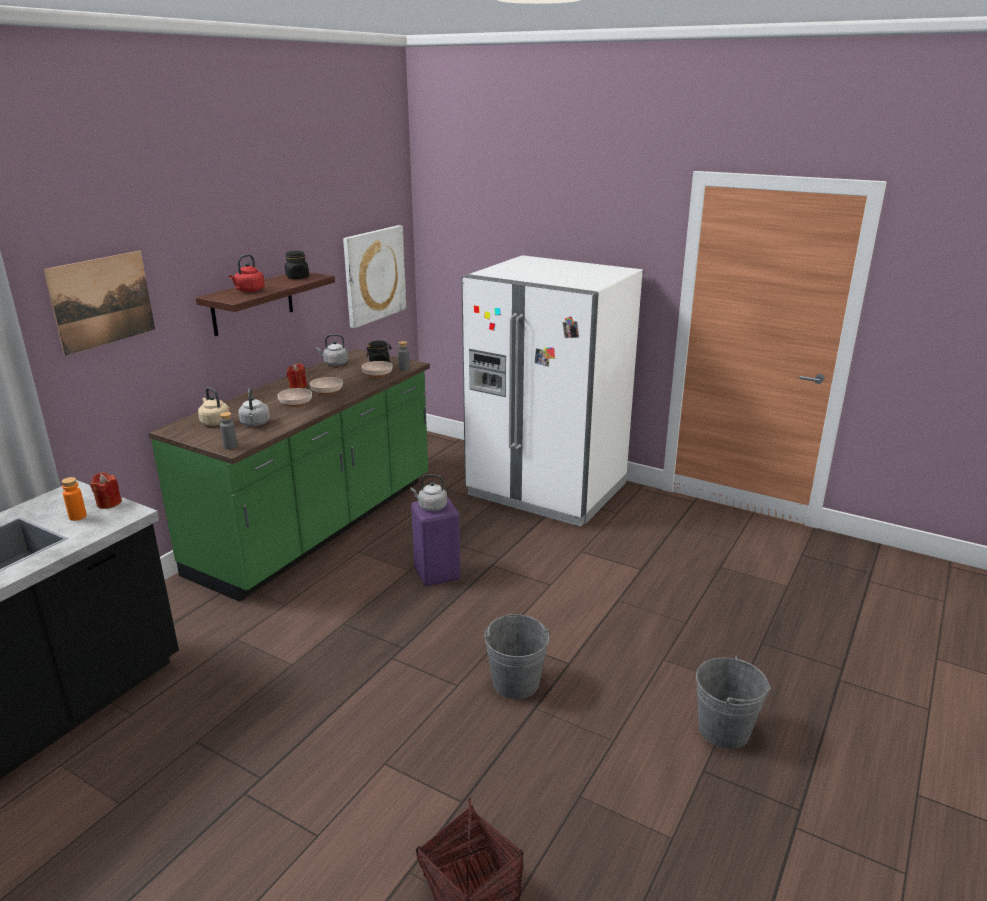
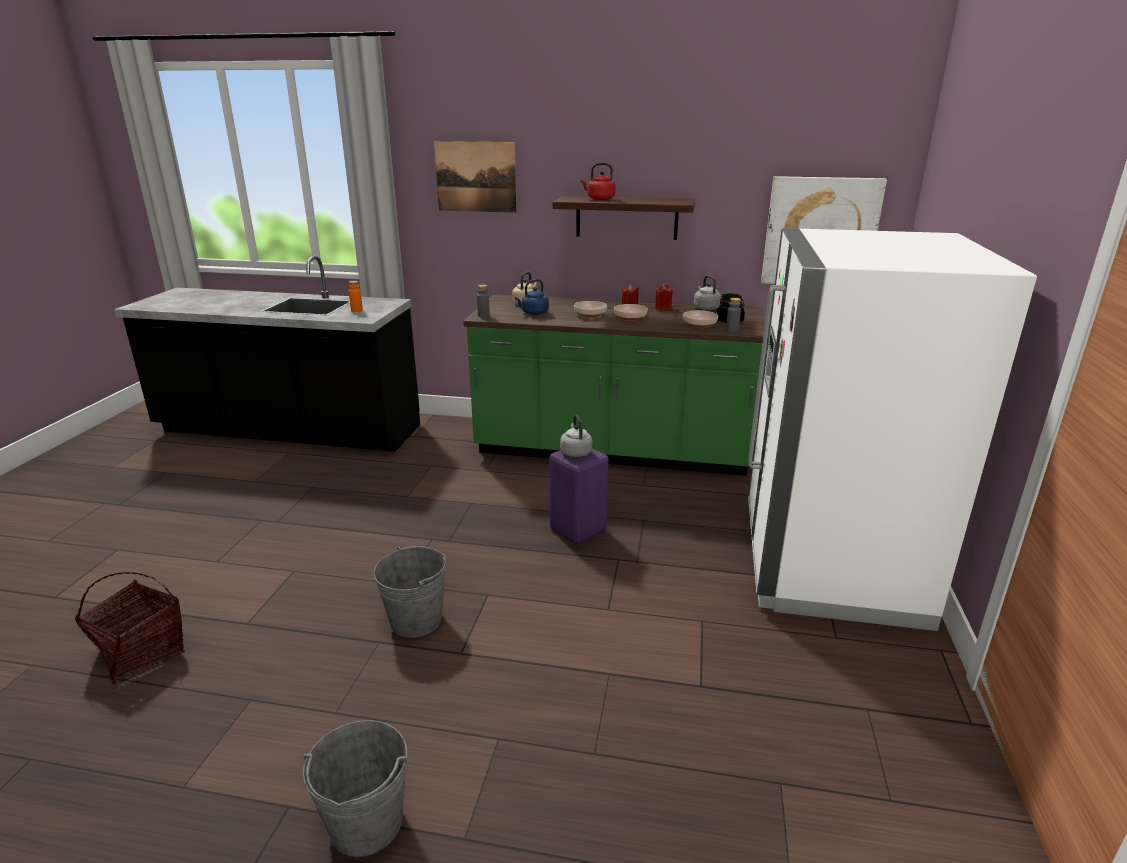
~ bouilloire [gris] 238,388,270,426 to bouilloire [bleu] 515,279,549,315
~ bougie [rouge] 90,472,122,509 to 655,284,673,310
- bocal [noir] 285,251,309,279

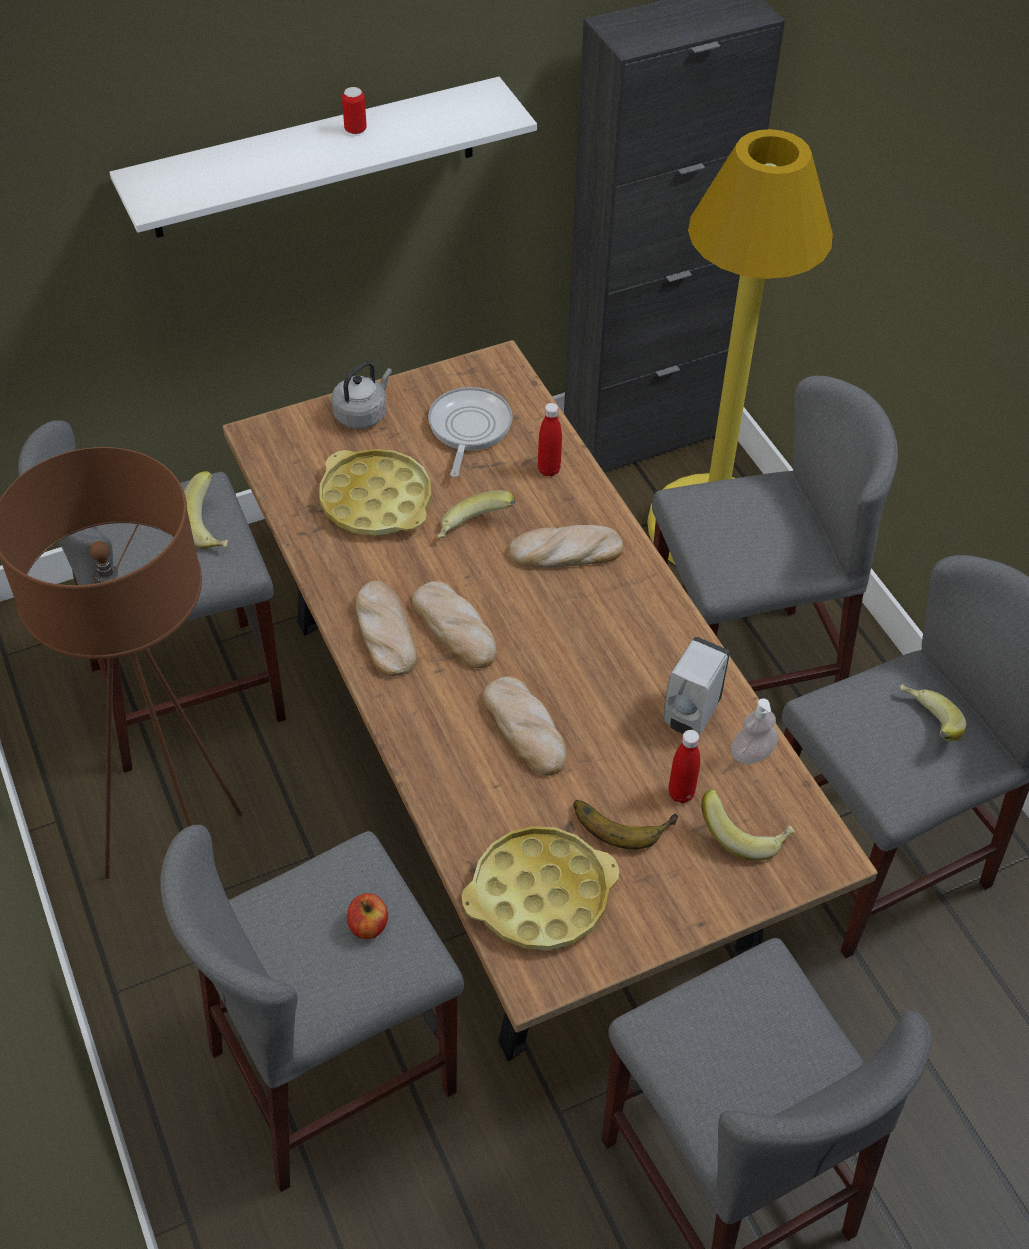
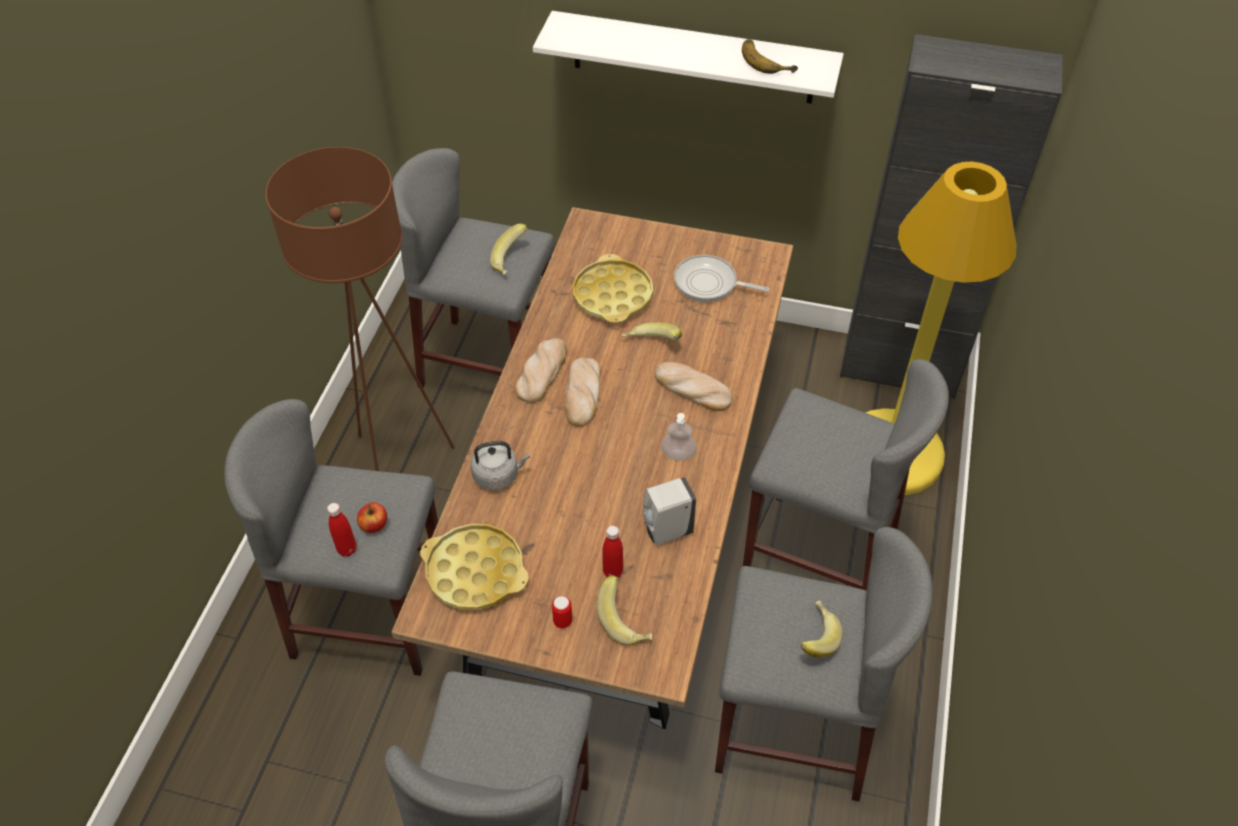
~ bouteille [rouge] 538,403,562,477 to 327,503,356,556
~ bouilloire [gris] 332,361,392,429 to 471,441,530,490
~ boîte métallique 342,87,367,134 to 552,596,572,628
~ distributeur de savon 731,698,778,764 to 661,413,697,461
~ poêle 428,387,512,477 = 674,255,769,302 120 degrees counterclockwise
~ banane 574,800,678,849 to 742,39,798,74
- pain 483,676,567,776

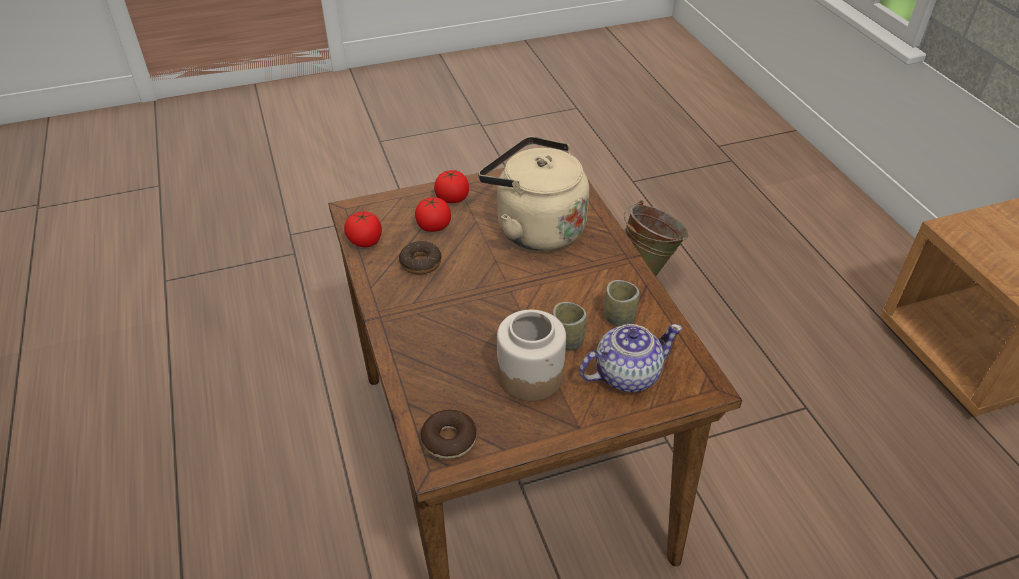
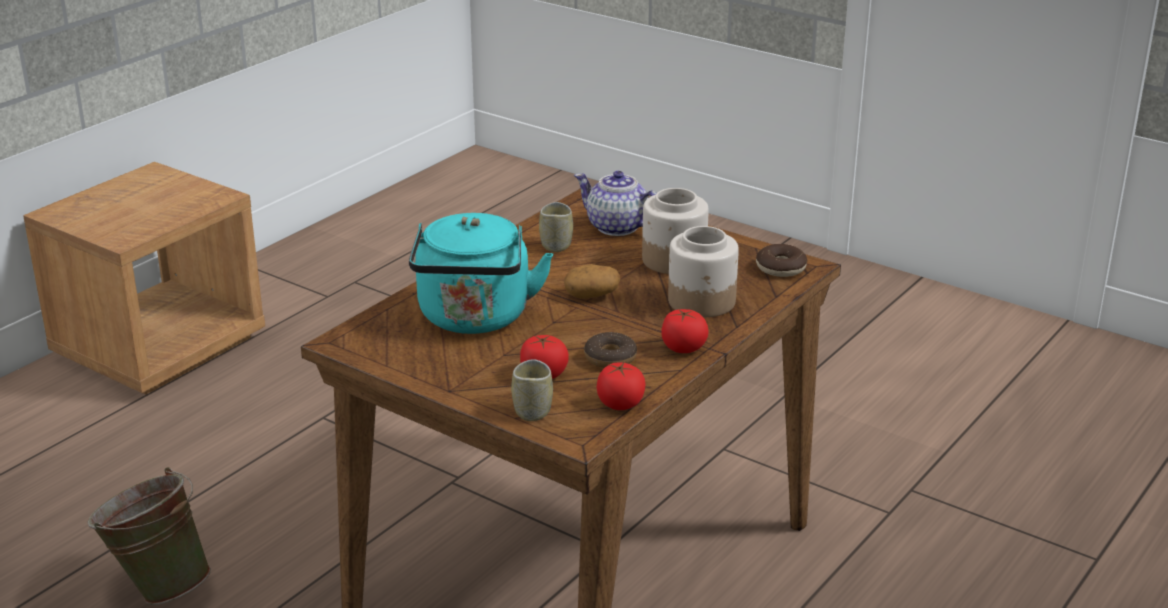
~ bouilloire [beige] 478,136,589,251 to bouilloire [turquoise] 409,213,553,334
~ tasse 552,302,587,350 to 511,359,553,421
+ pomme de terre 564,264,620,299
~ tomate 434,170,469,203 to 661,309,709,353
+ bocal 668,226,739,317

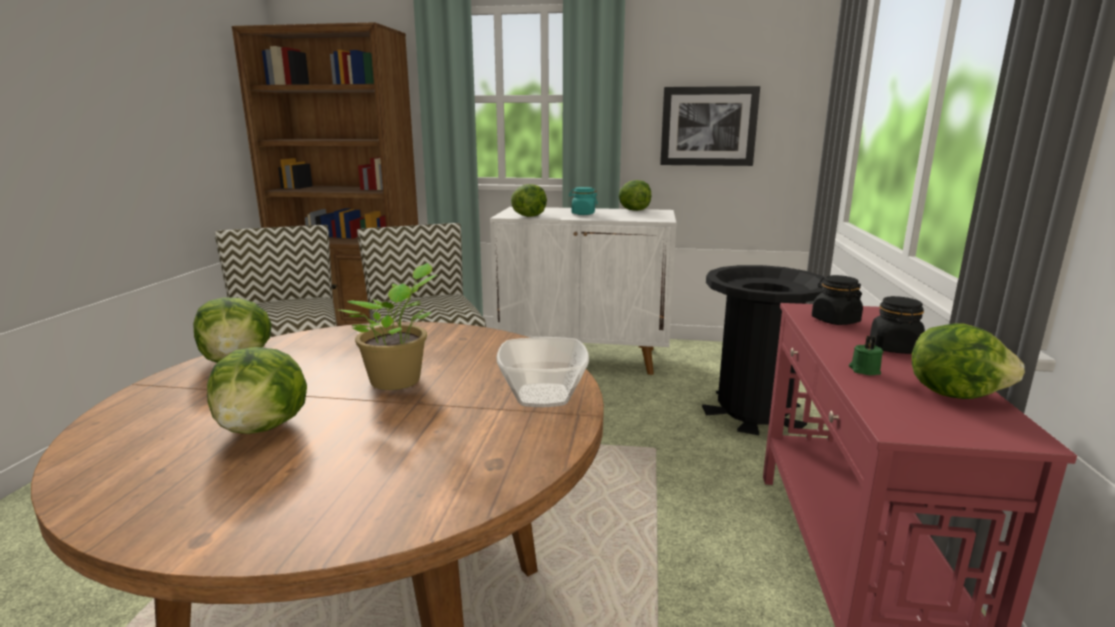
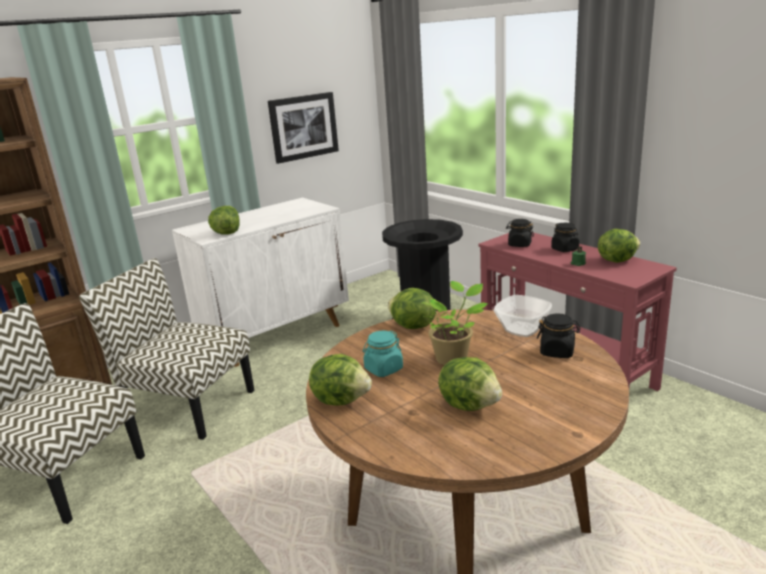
~ bocal [turquoise] 569,187,598,215 to 363,331,403,377
~ laitue 619,180,651,211 to 388,288,436,329
+ bocal [noir] 537,313,581,358

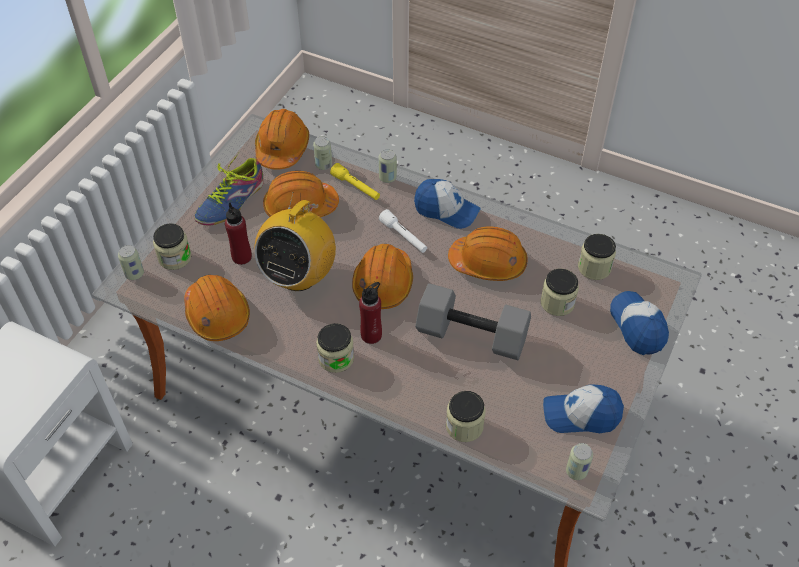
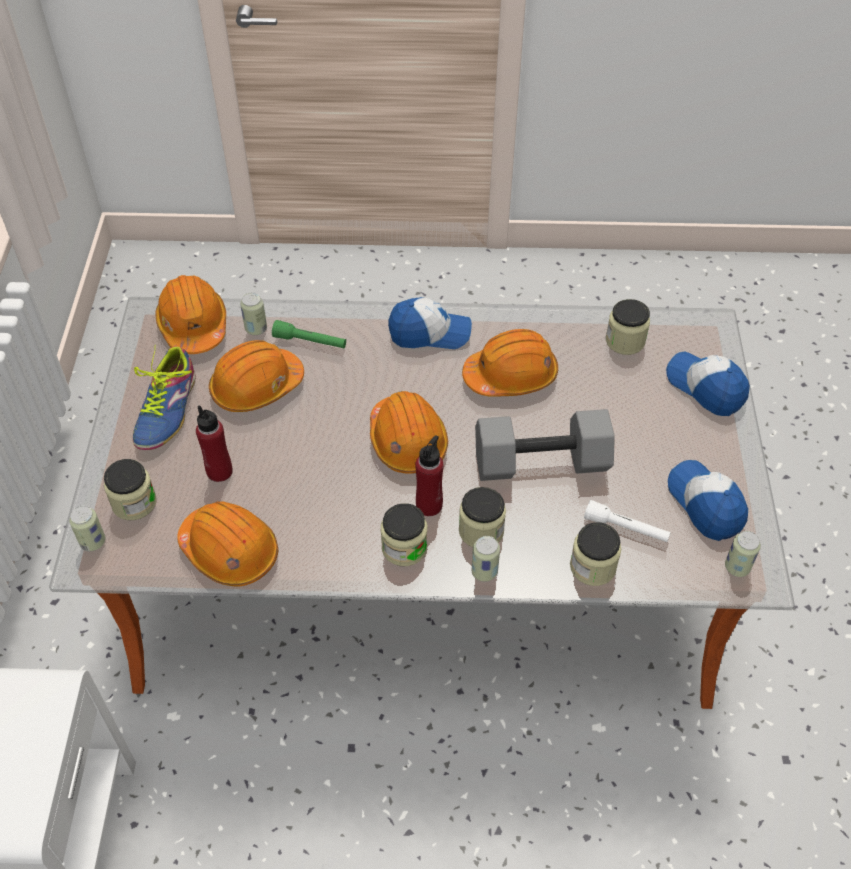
~ lampe de poche [jaune] 330,163,380,200 to lampe de poche [vert] 272,320,346,348
~ bocal 540,269,579,316 to 459,487,506,547
~ boîte métallique 378,149,397,183 to 471,536,500,582
~ lampe de poche [blanc] 379,209,427,253 to 584,500,671,542
~ casquette 543,384,624,433 = 668,460,748,541 90 degrees clockwise
- radio 254,192,336,291

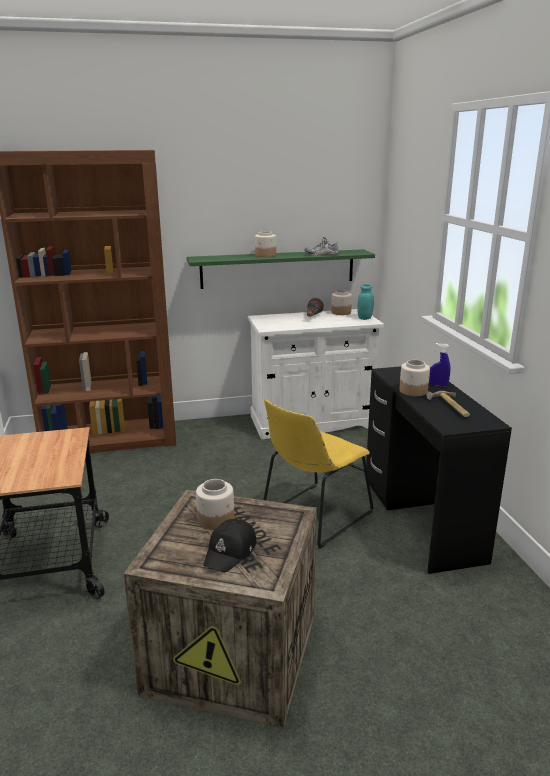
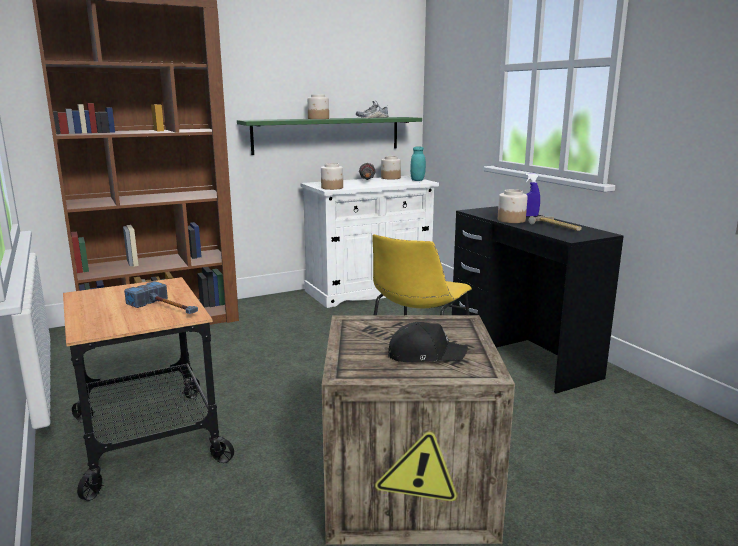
+ marteau 124,281,198,314
~ bocal 196,479,234,530 to 321,163,343,190
~ casquette [noir] 203,519,257,573 = 388,322,468,362 105 degrees counterclockwise

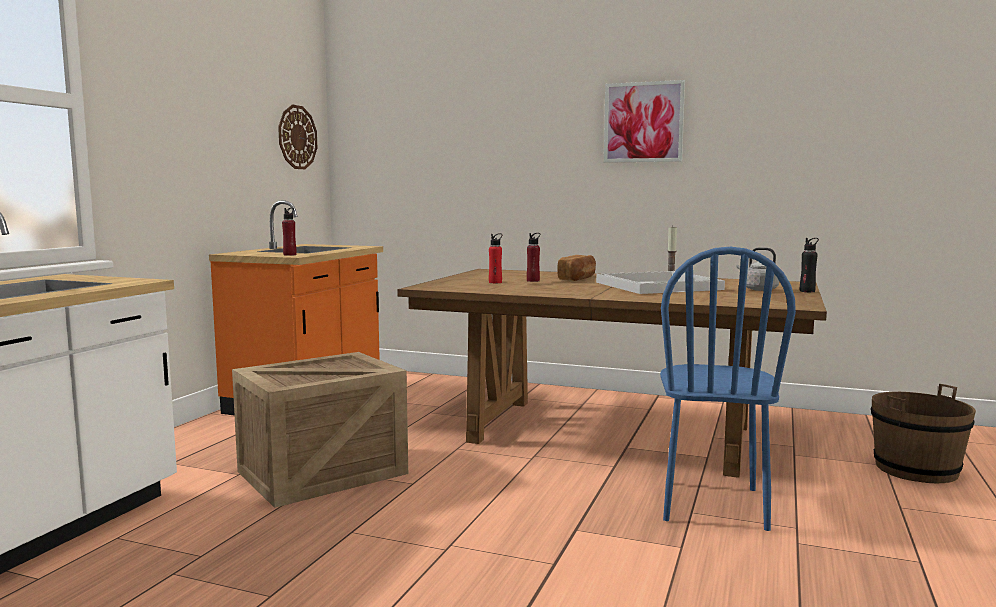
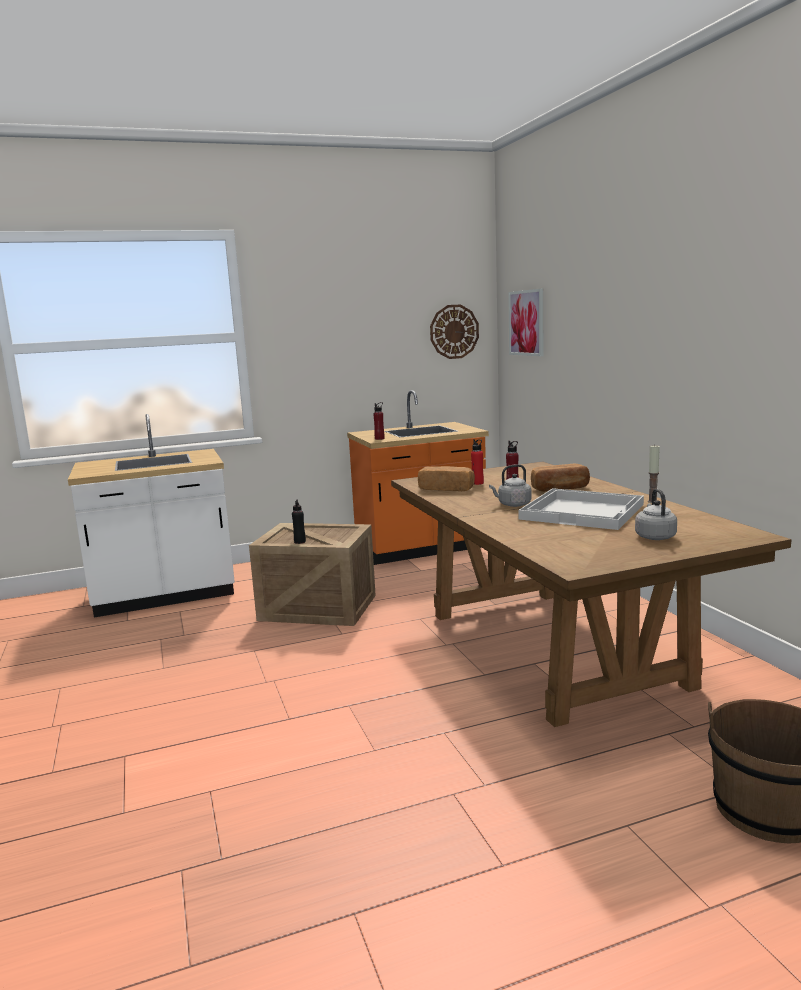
~ bouteille [noir] 800,238,819,292 to 292,500,306,544
+ pain 418,466,475,491
+ bouilloire [gris] 489,464,532,507
~ tableau 604,80,685,163 to 508,289,543,356
- chaise [bleu] 660,247,796,531

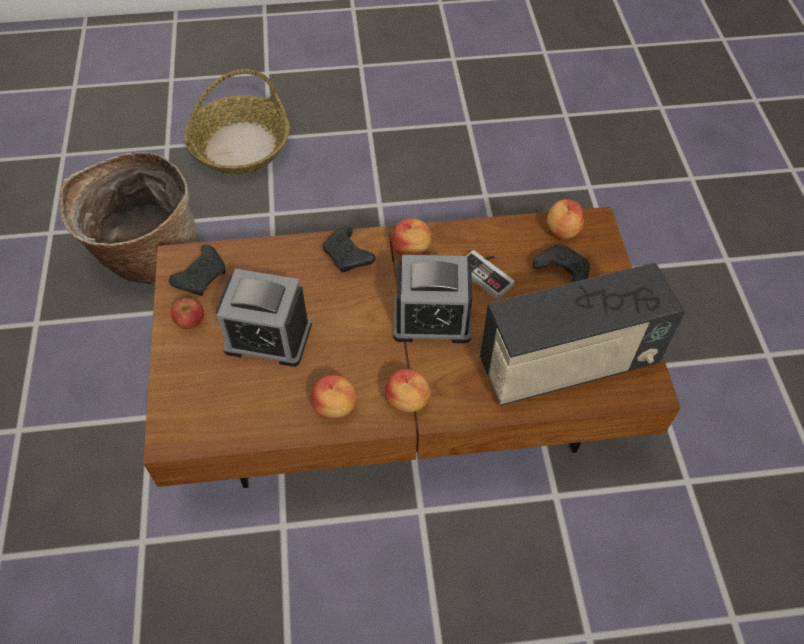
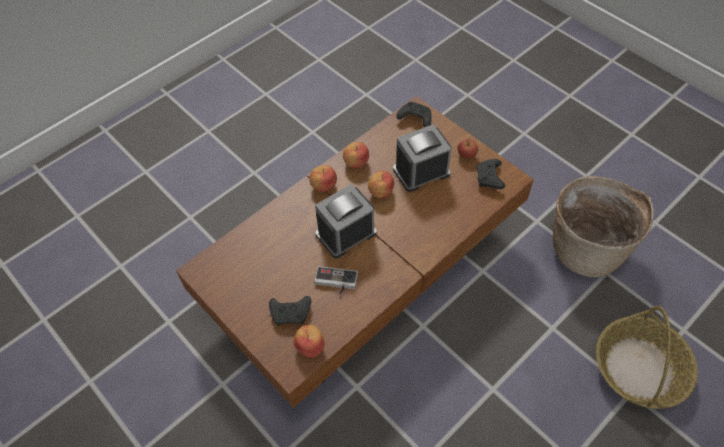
~ pomme 391,218,432,256 to 368,171,394,199
~ manette [noir] 323,226,376,272 to 396,102,432,127
- radio 480,263,685,406

